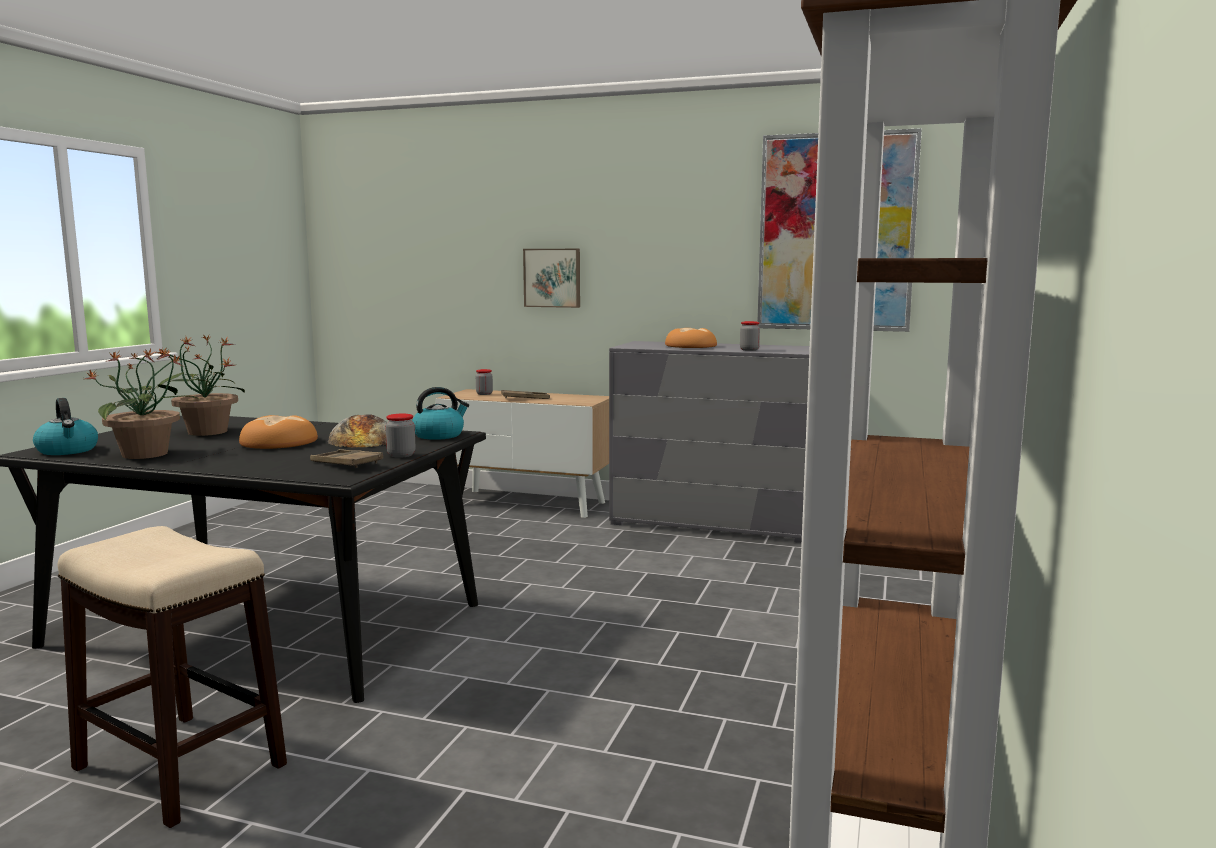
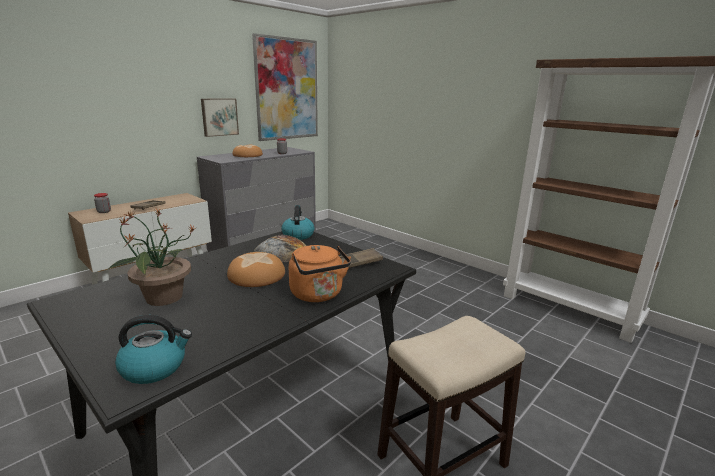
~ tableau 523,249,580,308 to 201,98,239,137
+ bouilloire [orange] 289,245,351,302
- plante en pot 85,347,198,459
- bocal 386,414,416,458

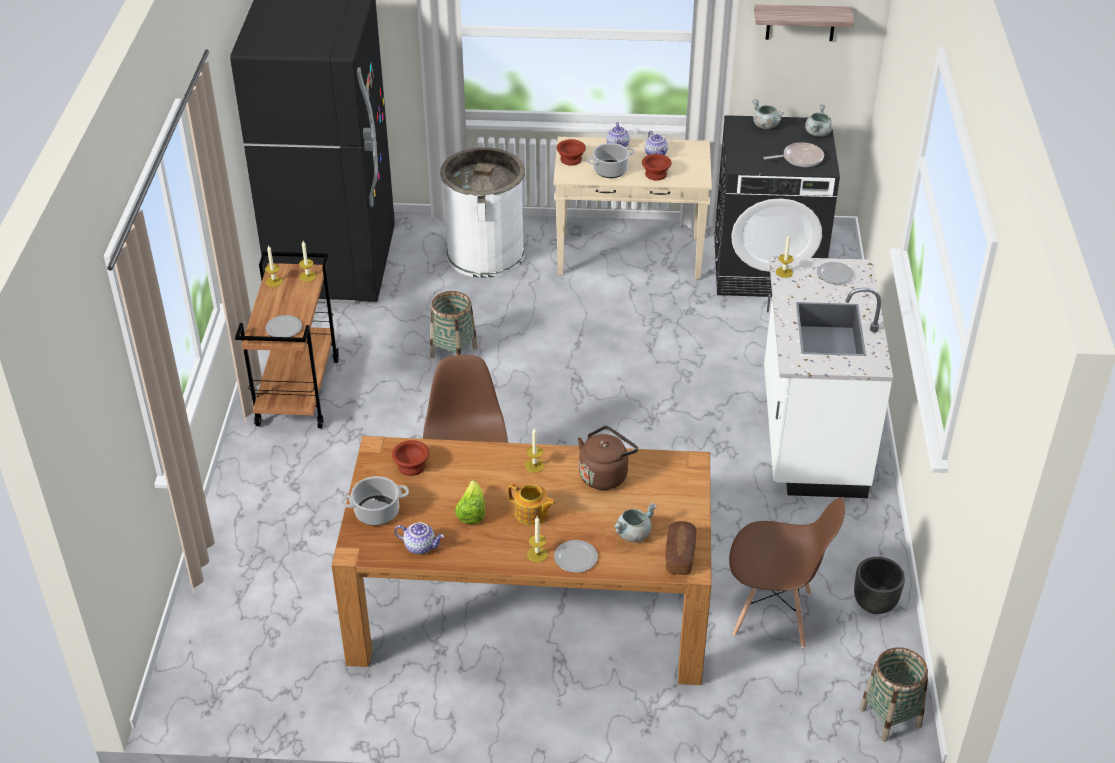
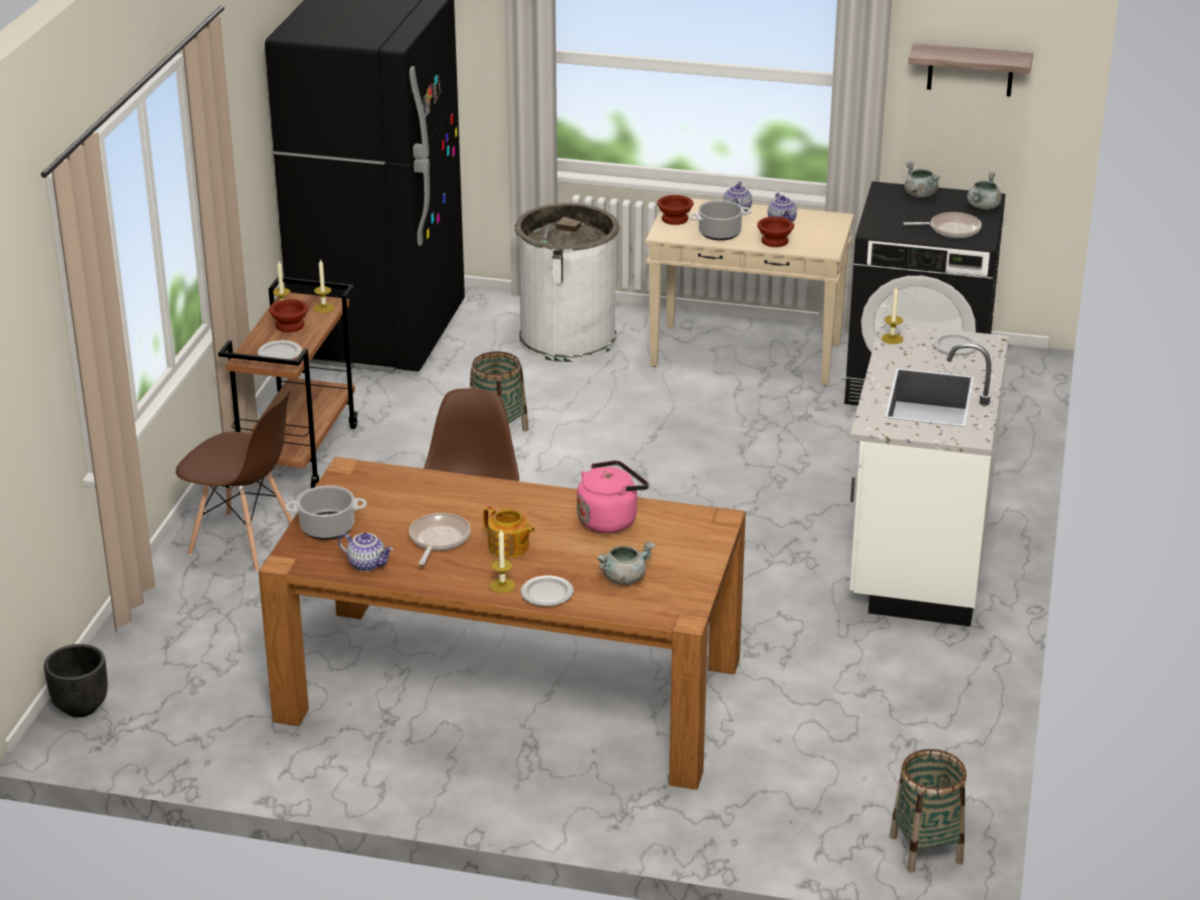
~ cache-pot [noir] 854,557,905,614 to 44,644,108,717
~ chaise [marron] 729,497,845,648 to 176,390,293,572
~ bol [marron] 392,440,429,476 to 269,299,308,332
~ laitue 455,480,485,524 to poêle 409,513,471,565
~ bouilloire [marron] 578,426,638,490 to bouilloire [rose] 577,460,649,533
- bougie 525,428,545,473
- pain 665,521,697,575

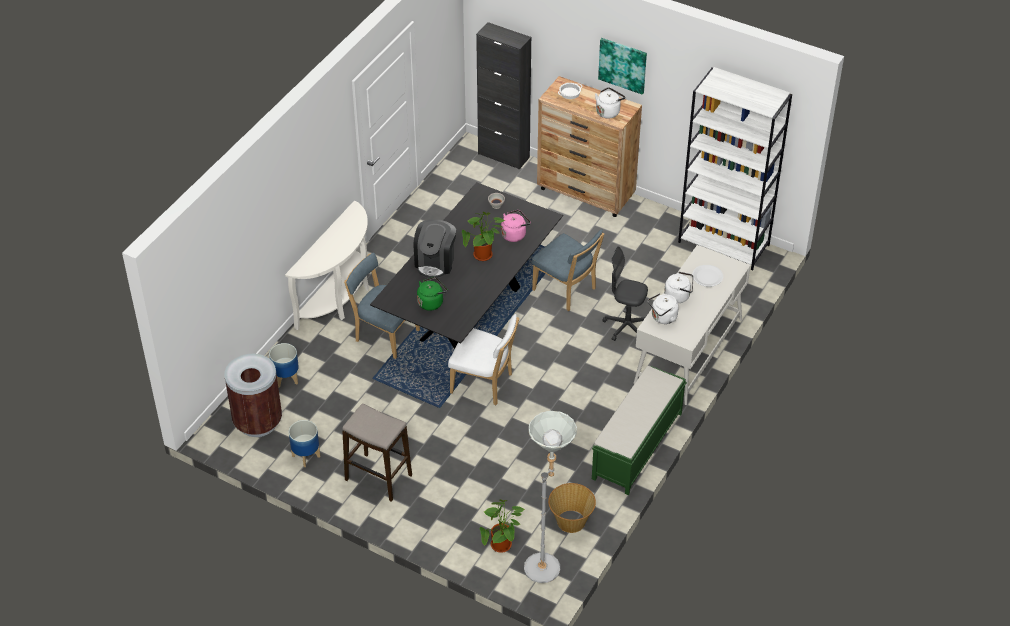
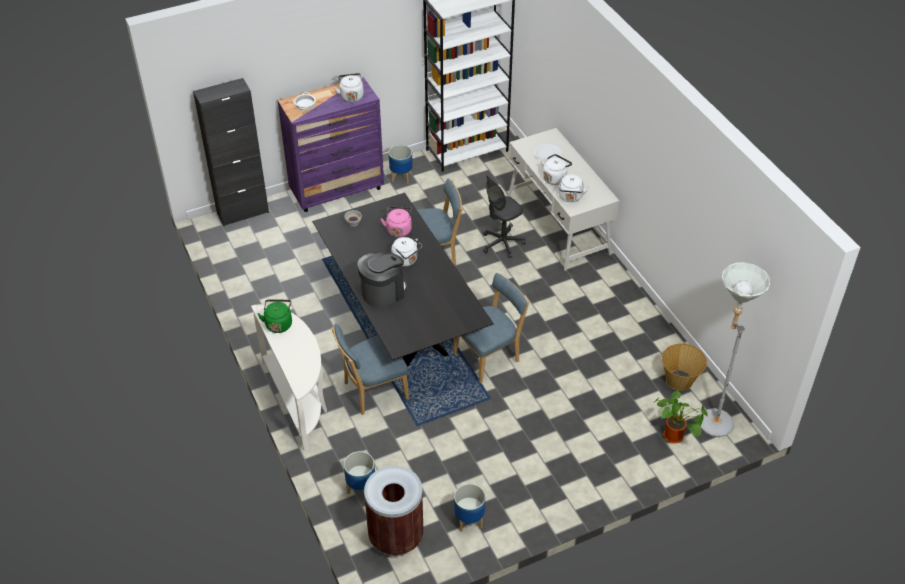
~ bouilloire [vert] 417,277,448,311 to 257,300,292,333
~ commode [marron] 537,76,642,217 to commode [violet] 278,77,384,212
~ machine à café 414,219,456,278 = 357,252,407,308 90 degrees counterclockwise
+ cache-pot 389,145,413,184
~ plante en pot 462,212,505,261 to bouilloire [blanc] 391,237,422,267
~ chaise [blanc] 448,314,519,405 to chaise [bleu] 453,273,529,383
- tabouret 342,403,412,502
- banc [vert] 592,366,687,495
- tableau 598,38,647,95

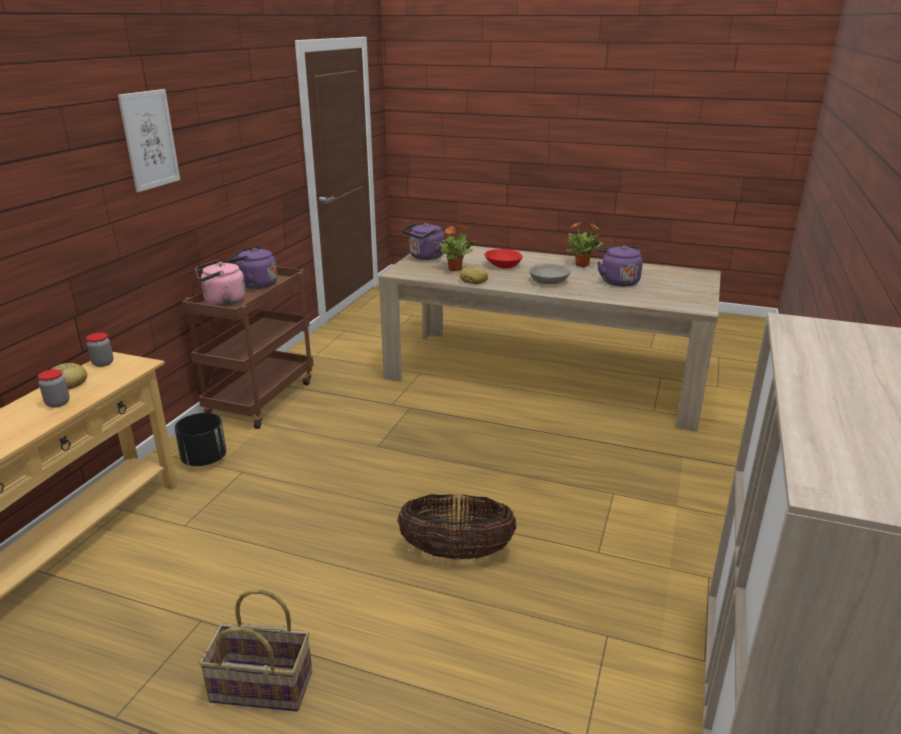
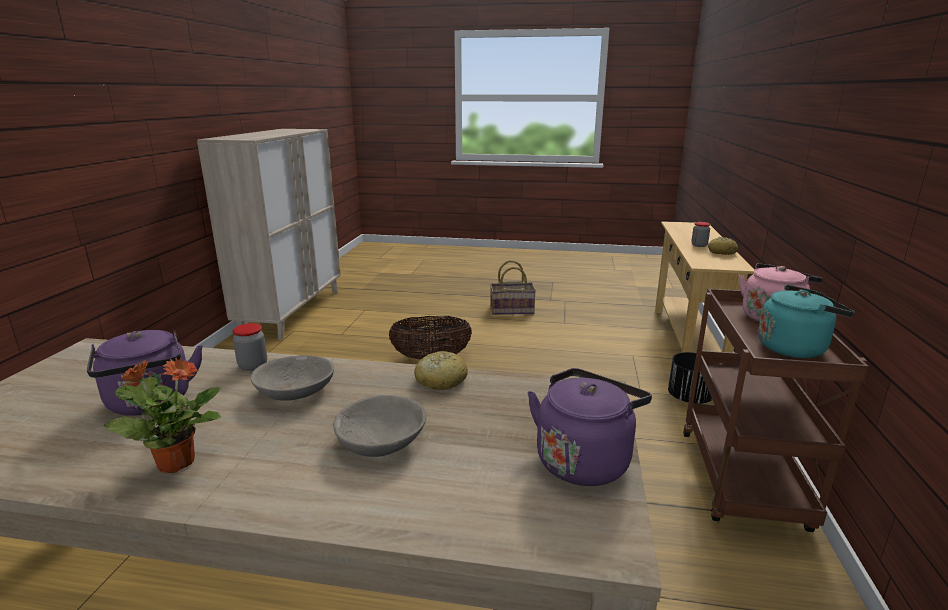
~ bocal 86,333,113,367 to 233,323,267,371
~ bol [rouge] 484,249,522,268 to bol [gris] 333,395,427,457
~ bouilloire [violet] 227,246,277,289 to bouilloire [turquoise] 758,285,855,358
- tableau 118,89,180,192
- plante en pot 435,225,477,271

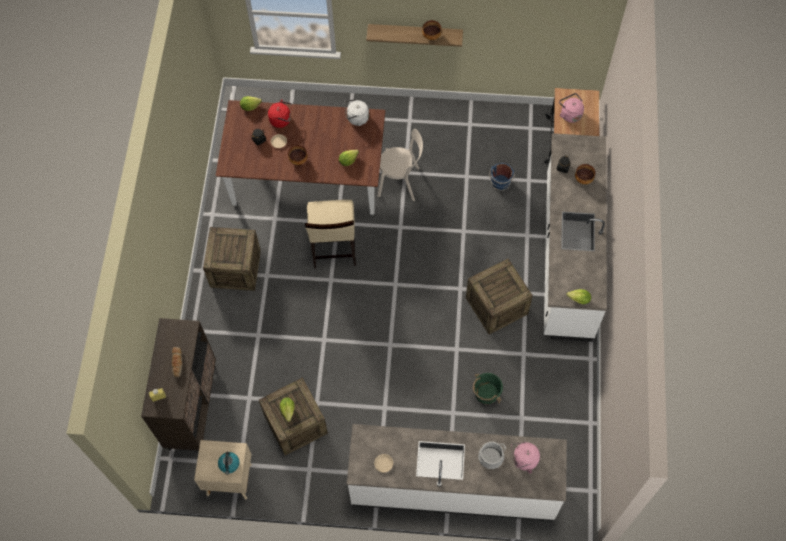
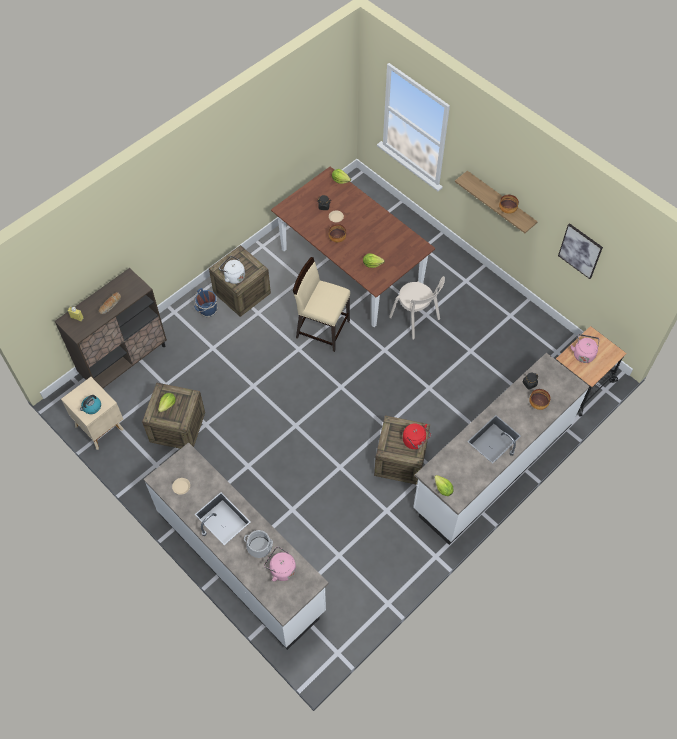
~ seau [bleu] 489,163,515,191 to 194,288,218,317
~ bouilloire [blanc] 344,99,369,126 to 219,256,245,284
~ chaise [beige] 305,200,356,268 = 293,257,350,352 75 degrees clockwise
~ bouilloire [rouge] 268,99,292,128 to 403,423,431,449
+ tableau 558,223,603,279
- seau [vert] 473,373,503,405

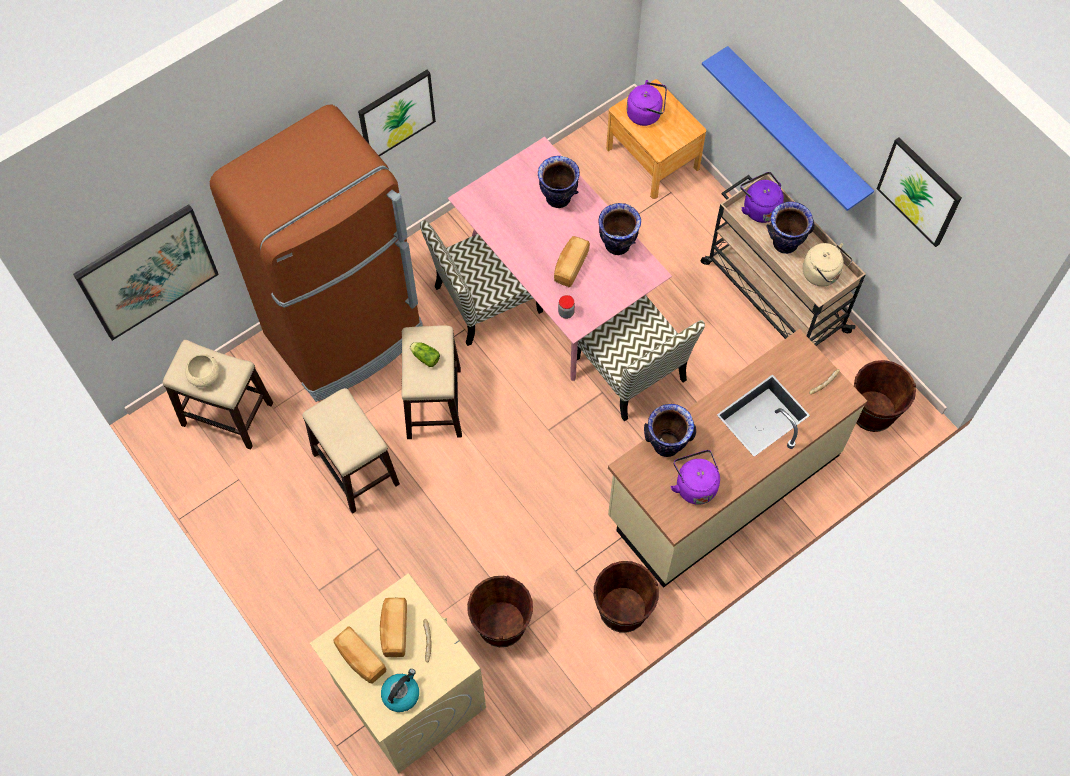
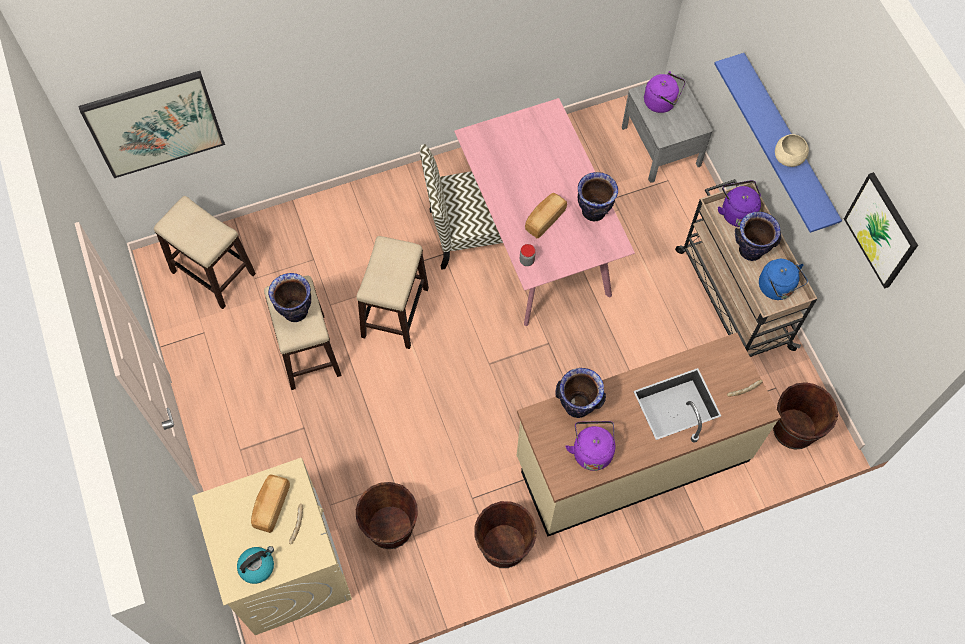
~ vase 538,156,580,208 to 268,273,311,322
~ table de chevet [marron] 606,79,706,199 to table de chevet [gris] 622,74,712,183
~ bouilloire [beige] 803,243,853,287 to bouilloire [bleu] 759,259,808,300
~ bol [beige] 185,354,219,387 to 775,134,809,167
- réfrigérateur [marron] 210,105,423,402
- pain 334,626,386,684
- tableau 358,70,436,156
- laitue 410,342,440,367
- chaise 577,295,705,421

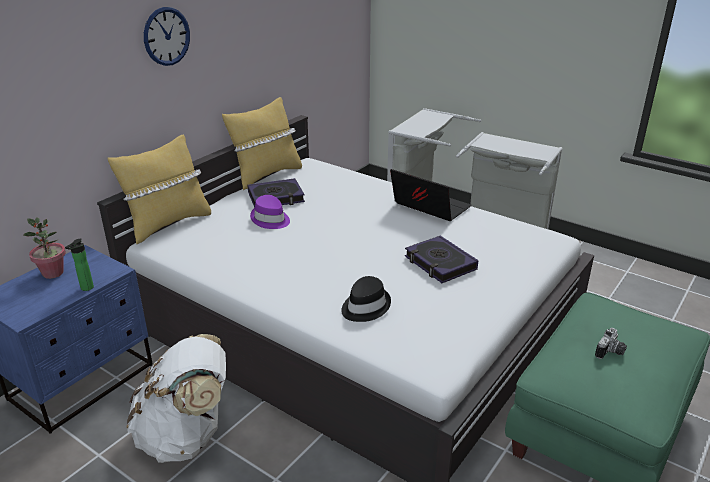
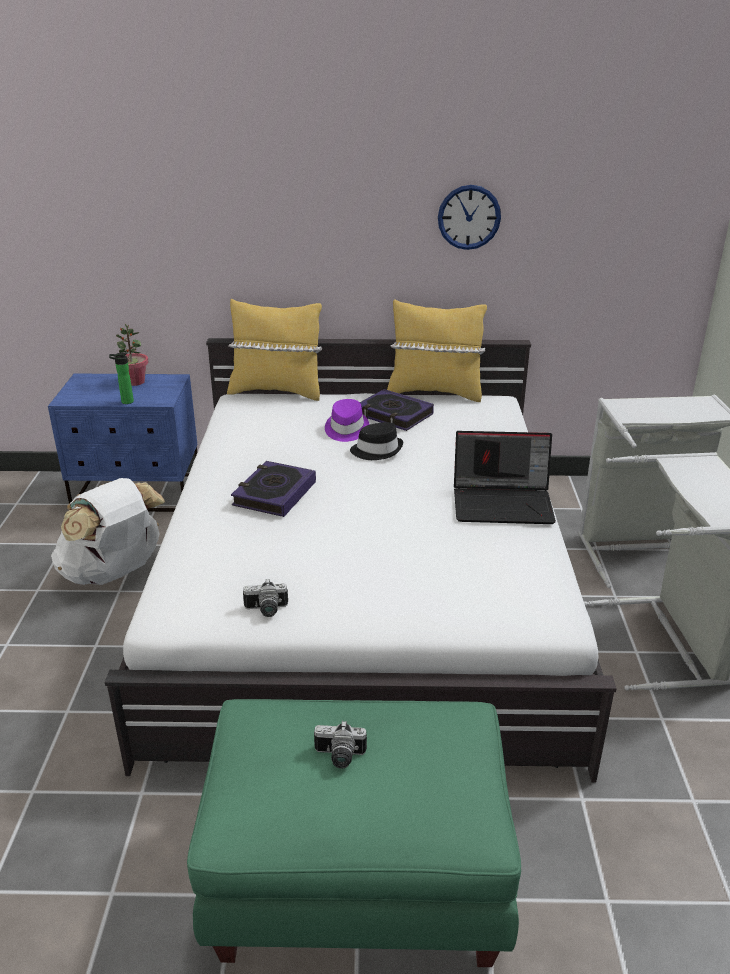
~ livre 405,236,478,283 to 231,461,316,517
+ appareil photo 243,579,288,617
~ chapeau [noir] 341,276,391,322 to 350,422,403,460
~ horloge murale 144,7,190,66 to 438,185,501,250
~ ordinateur portable 390,169,471,221 = 454,431,556,524 90 degrees clockwise

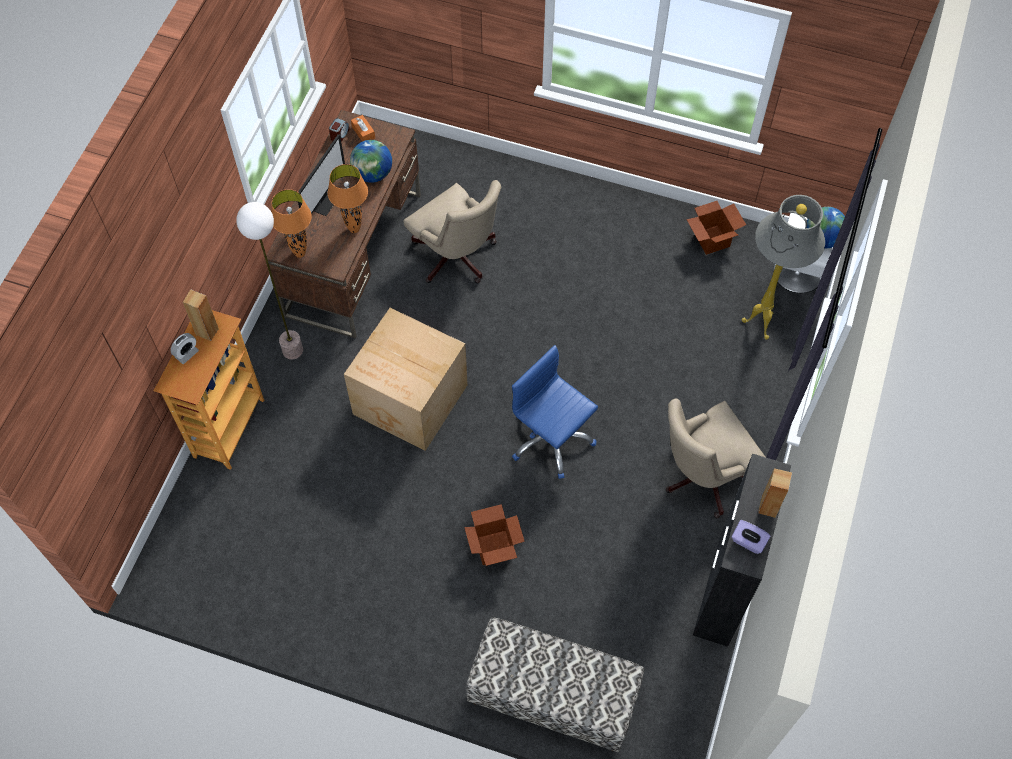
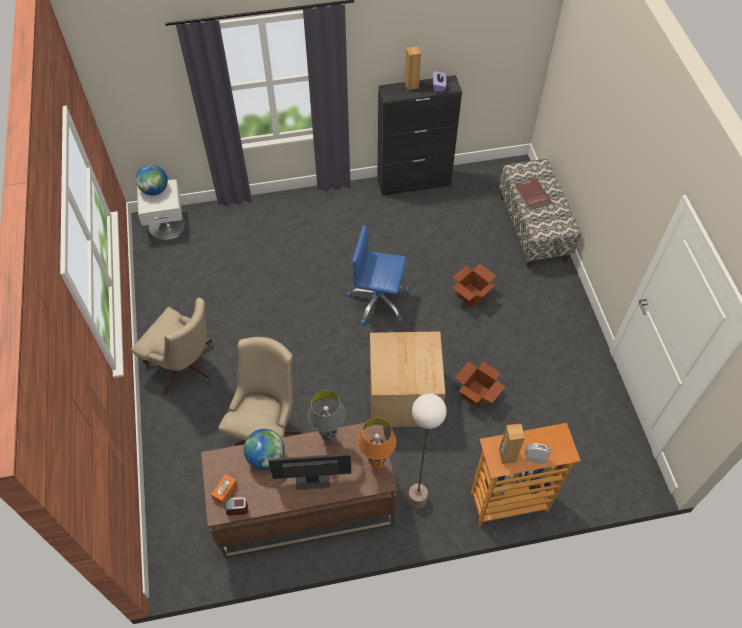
~ chaise de bureau [beige] 666,398,765,519 to 131,298,214,394
~ lampe de table [orange] 328,164,368,233 to lampe de table [gris] 308,390,346,444
~ chaise de bureau [bleu] 512,345,598,479 = 347,225,409,324 90 degrees clockwise
~ carton 687,201,746,255 to 455,361,506,409
+ livre [rouge] 514,178,552,210
- lampadaire [gris] 742,195,825,340

